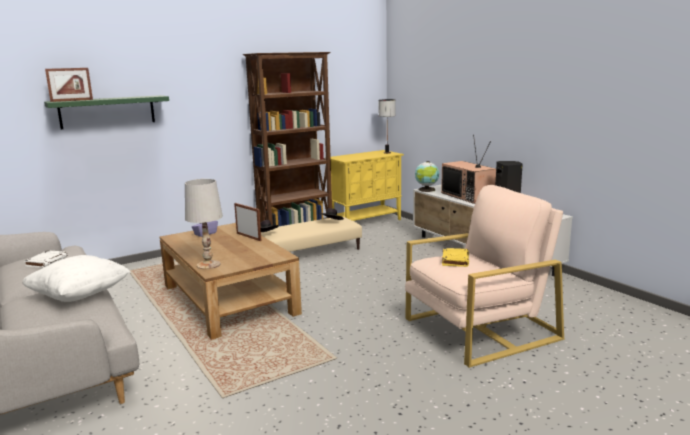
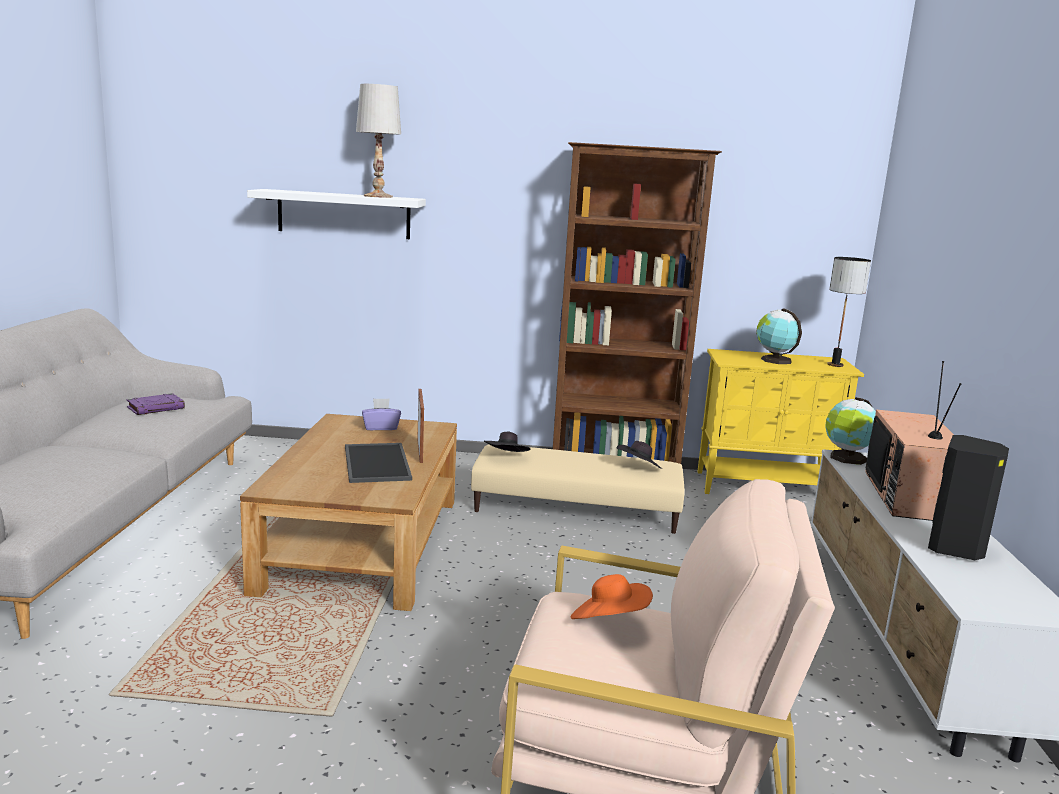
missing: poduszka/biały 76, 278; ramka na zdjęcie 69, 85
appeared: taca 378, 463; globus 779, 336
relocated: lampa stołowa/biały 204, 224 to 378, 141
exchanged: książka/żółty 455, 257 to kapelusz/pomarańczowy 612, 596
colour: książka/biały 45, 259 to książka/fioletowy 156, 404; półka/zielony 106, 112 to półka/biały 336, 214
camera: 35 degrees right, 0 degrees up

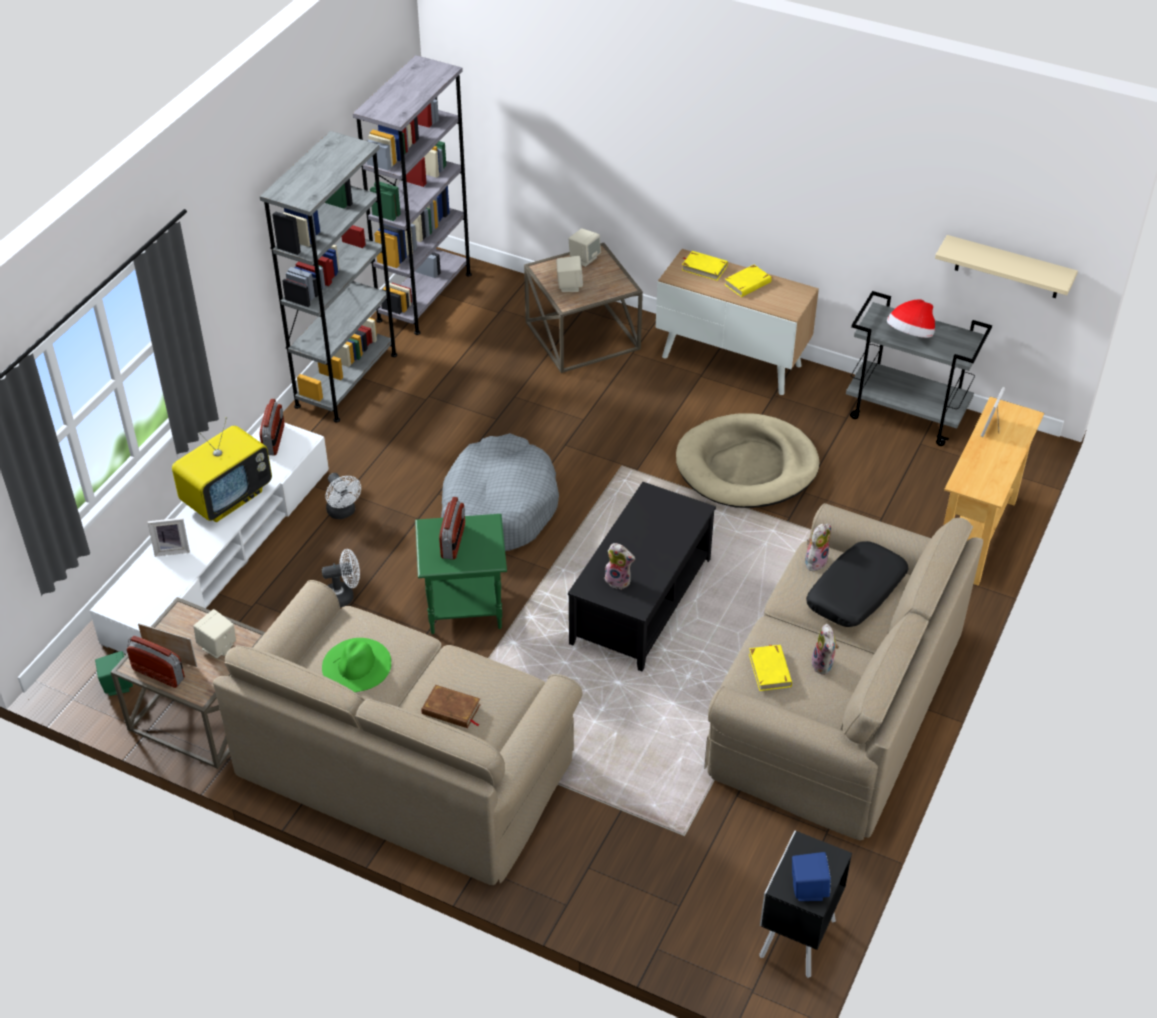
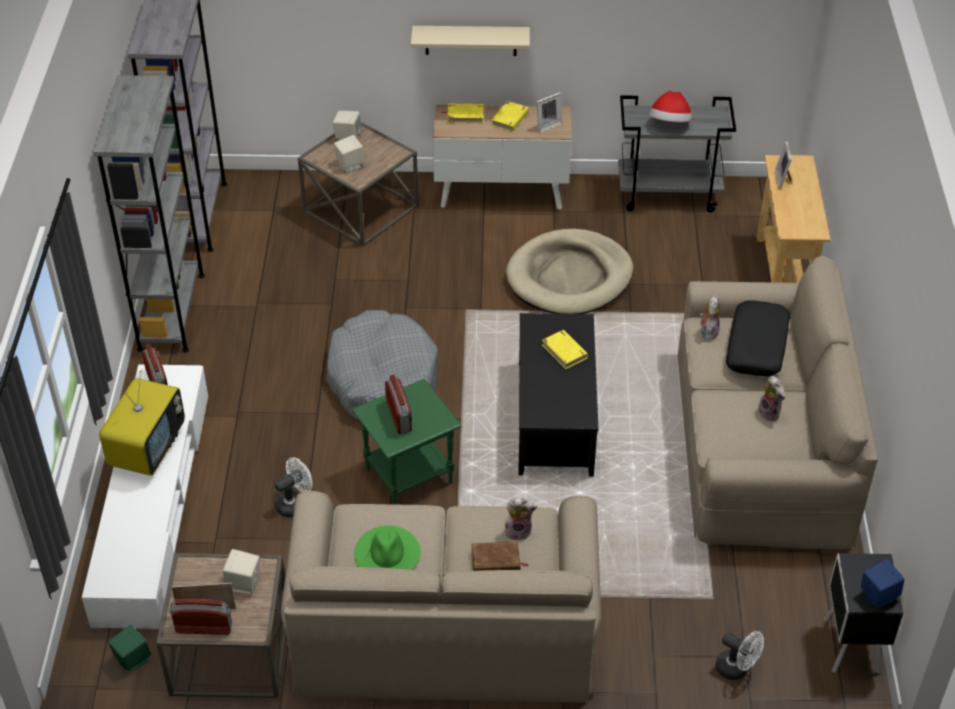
relocated: półka/beżowy 1006, 266 to 470, 41; pluszak 620, 566 to 520, 519; ramka na zdjęcie 169, 537 to 549, 112; książka/żółty 770, 668 to 565, 349; wentylator/biały 343, 496 to 739, 655
camera: 25 degrees left, 0 degrees up

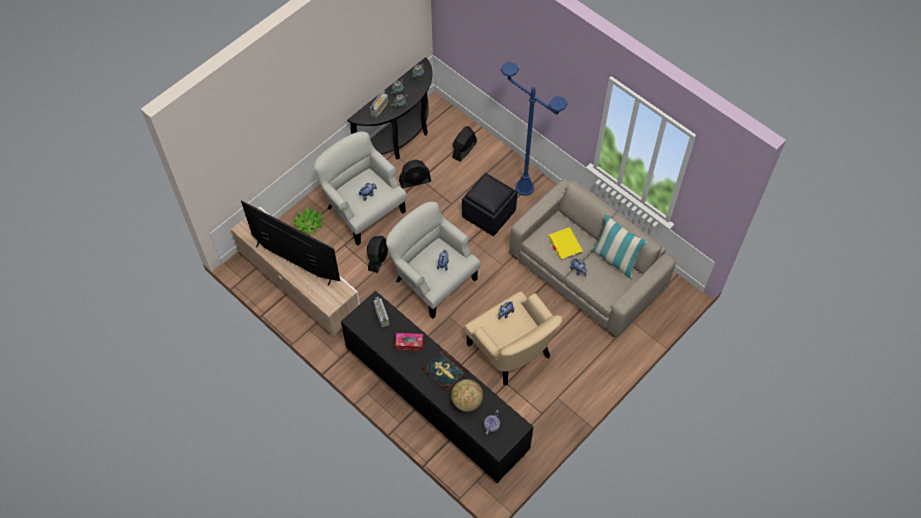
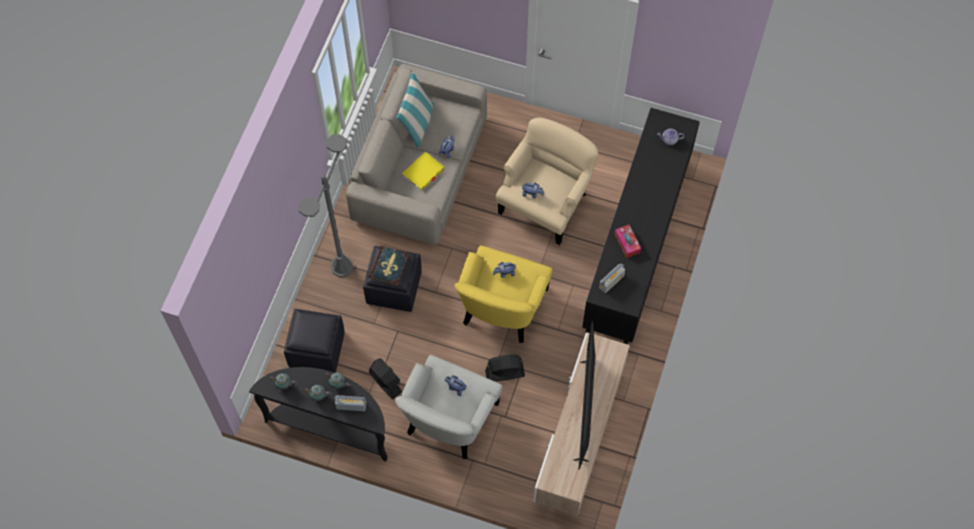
missing: roślina doniczkowa 308, 220; globus 467, 395
relocated: książka 445, 370 to 389, 266
exchanged: wentylator/czarny 464, 144 to pufa/czarny 314, 341
colour: lampa stojąca/niebieski 534, 128 to lampa stojąca/szary 326, 205; fotel/biały 433, 260 to fotel/żółty 503, 294
camera: 115 degrees left, 5 degrees up

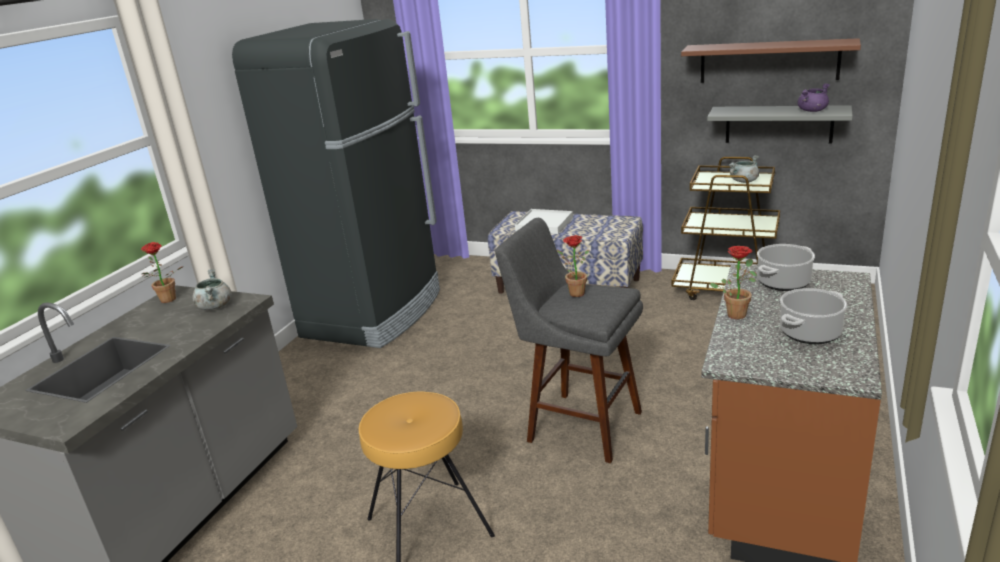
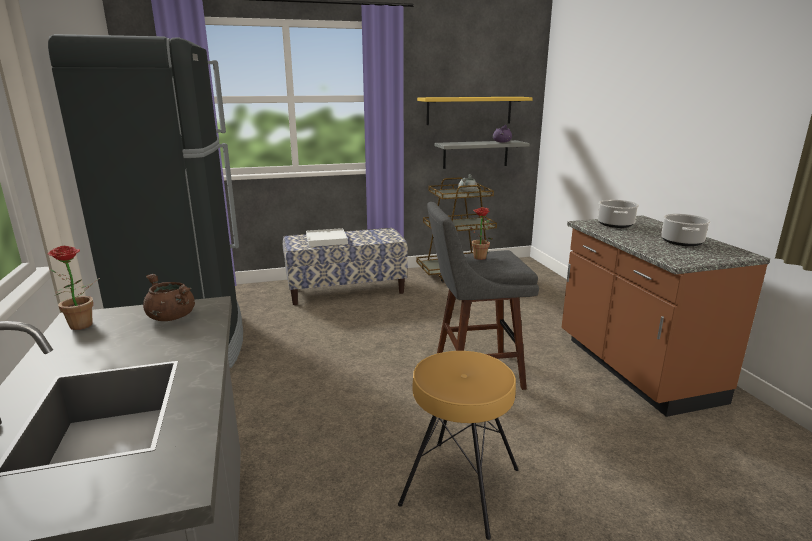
missing: roślina doniczkowa 733, 282
colour: garnek/szary 212, 289 to garnek/brązowy 169, 297; półka/brązowy 771, 60 to półka/żółty 475, 111
camera: 40 degrees left, 5 degrees down

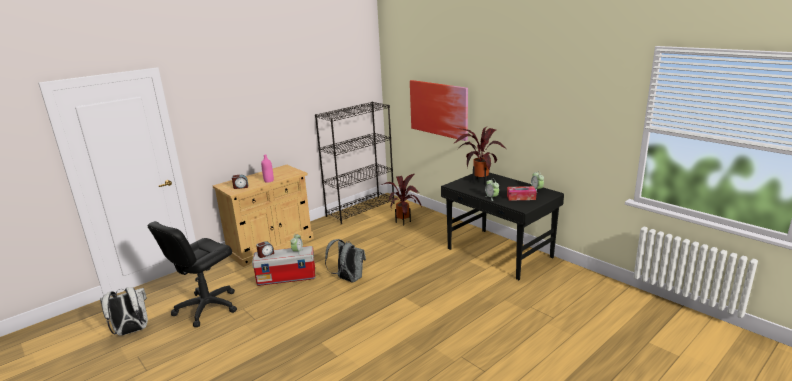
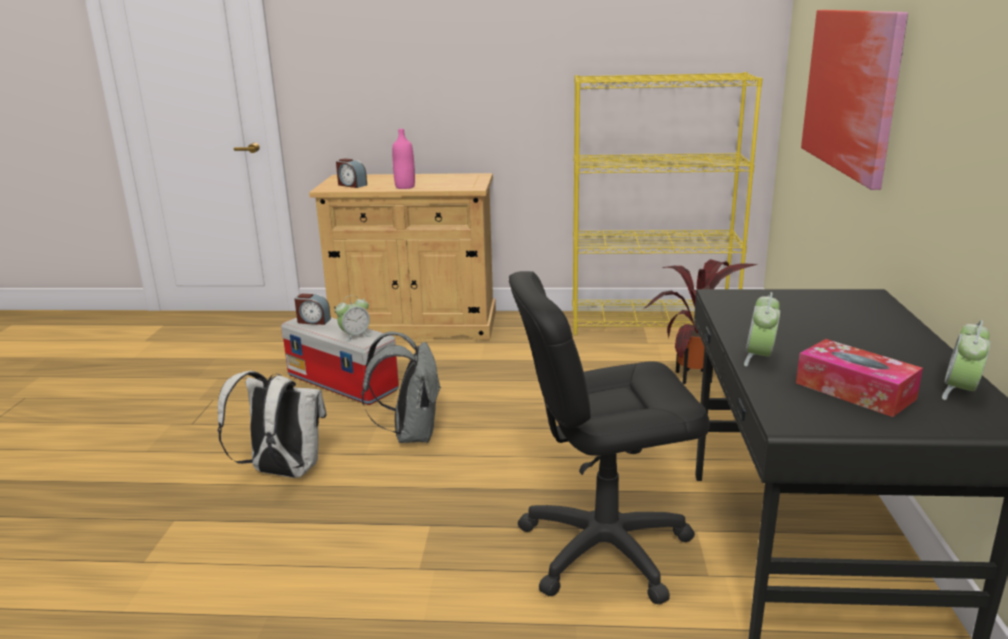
missing: roślina doniczkowa 480, 156
relocated: plecak/biały 124, 311 to 272, 424; krzesło biurowe/czarny 192, 274 to 609, 438
colour: regał/czarny 354, 163 to regał/żółty 667, 203
camera: 45 degrees right, 0 degrees up

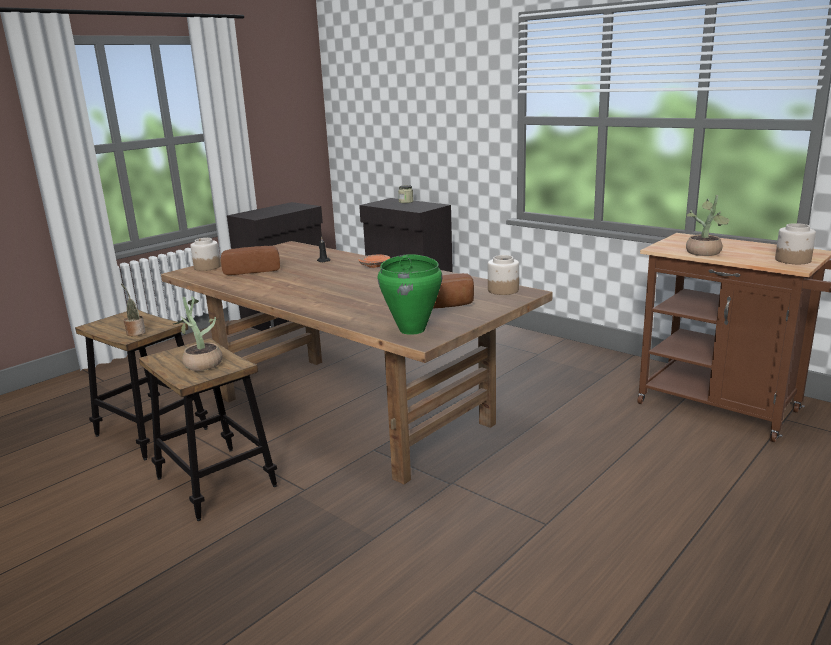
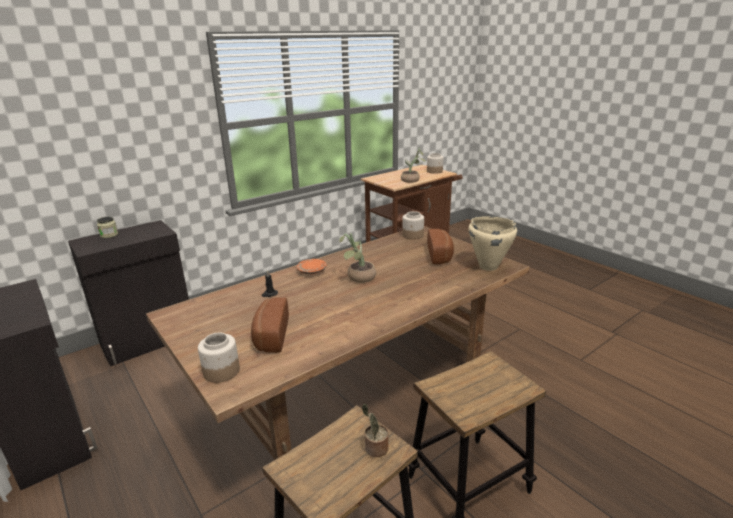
relocated: roślina doniczkowa 198, 333 to 357, 258
colour: garnek/zielony 410, 294 to garnek/beżowy 492, 243
camera: 80 degrees left, 5 degrees up

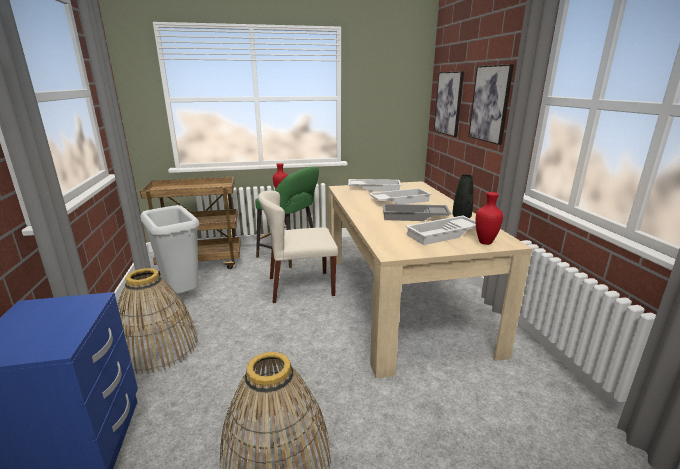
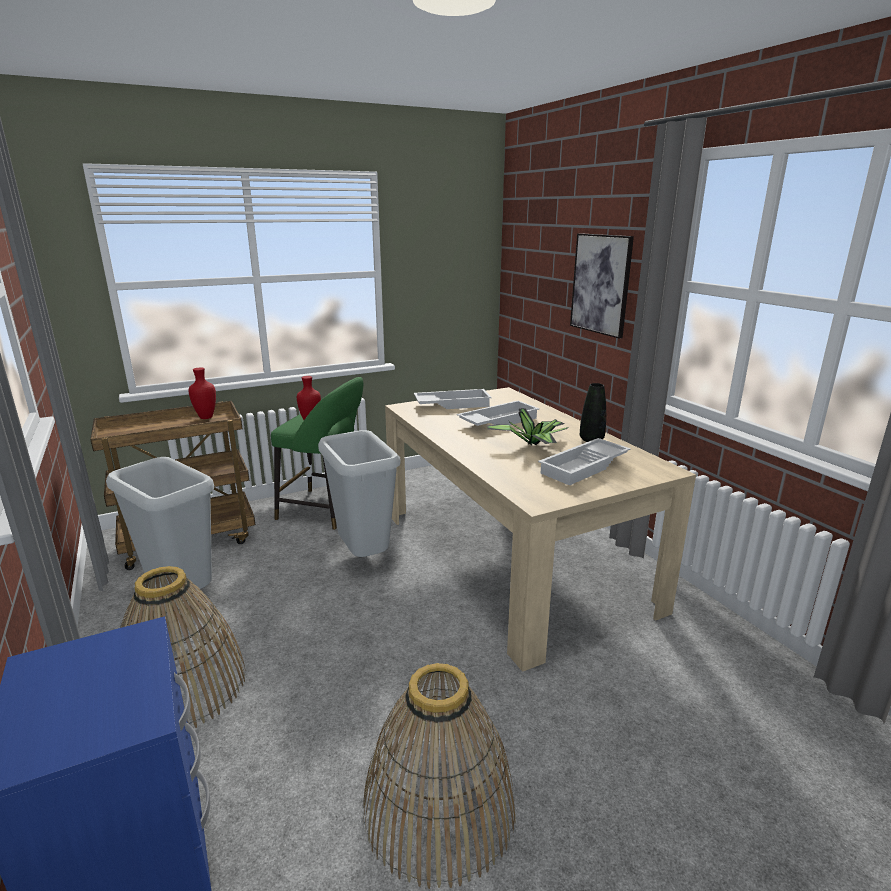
missing: obraz 449, 104
relocated: wazon/czerwony 489, 218 to 202, 393
exchanged: krzesło/beżowy 298, 246 to kosz na śmieci/szary 359, 493; taca/szary 417, 212 to roślina doniczkowa 527, 426
camera: 15 degrees left, 0 degrees up

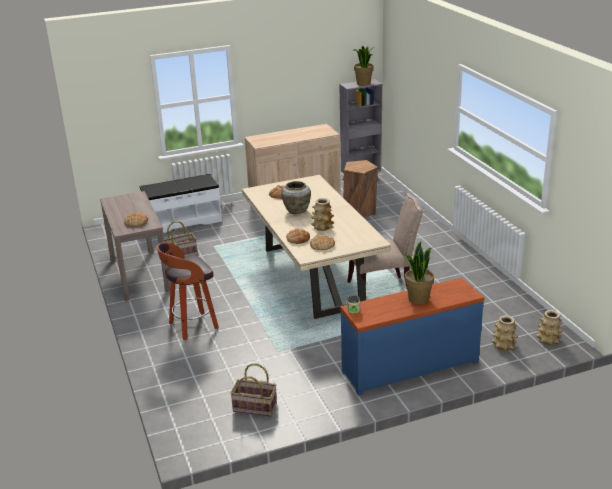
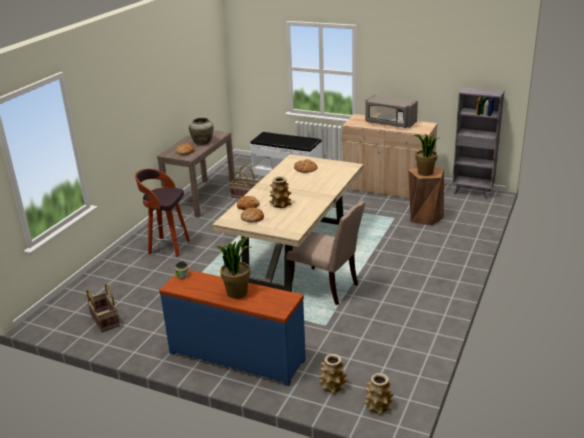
appeared: mikrofalówka/szary 391, 111
relocated: wazon/beżowy 296, 197 to 201, 131; roślina doniczkowa 363, 66 to 425, 154
camera: 45 degrees right, 0 degrees up

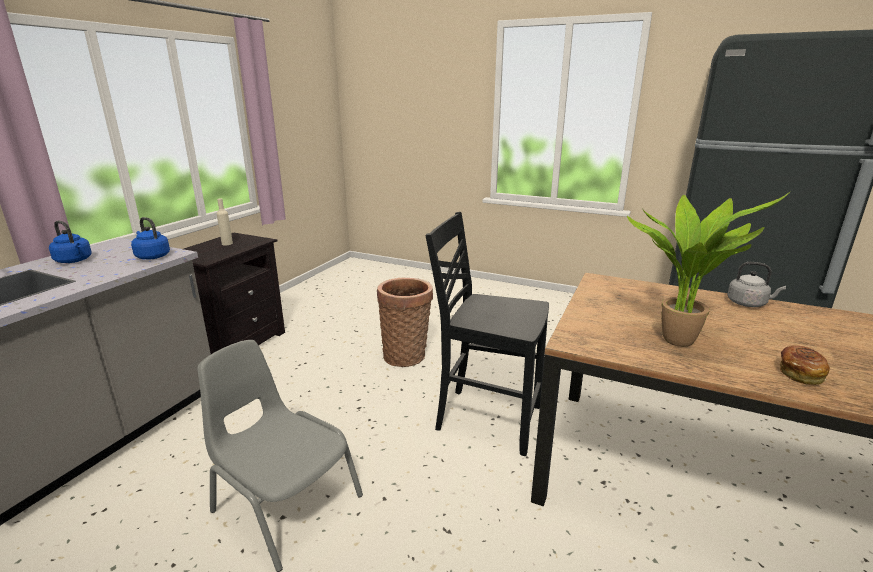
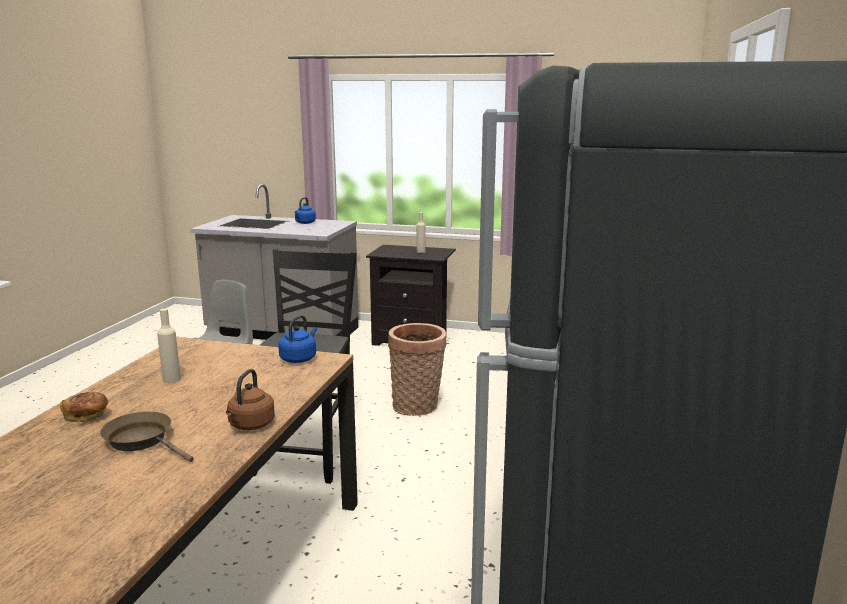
appeared: patelnia/brązowy 147, 437
relocated: czajnik/niebieski 150, 238 to 297, 339
exchanged: roślina doniczkowa 709, 269 to butelka/beżowy 169, 346
colour: czajnik/szary 756, 284 to czajnik/brązowy 250, 399
camera: 80 degrees right, 5 degrees down

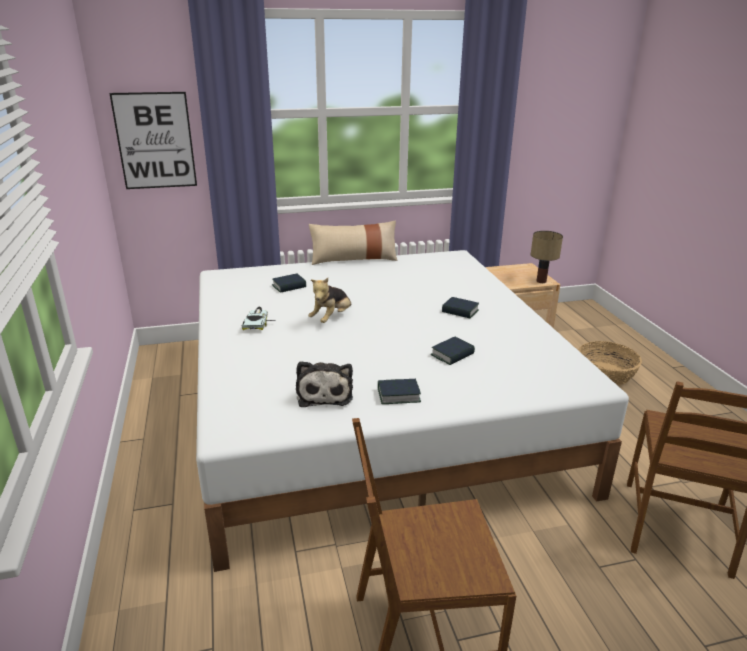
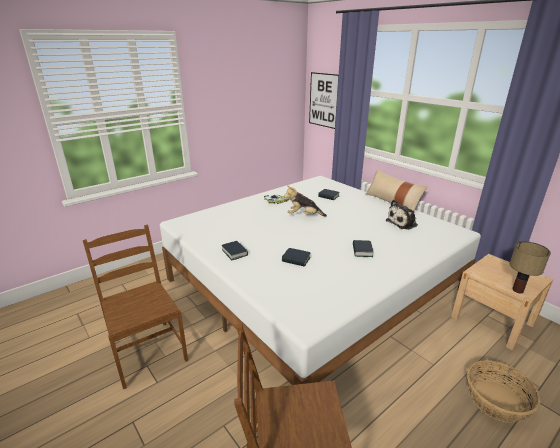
relocated: pluszak 324, 384 to 401, 215
camera: 65 degrees right, 0 degrees up

